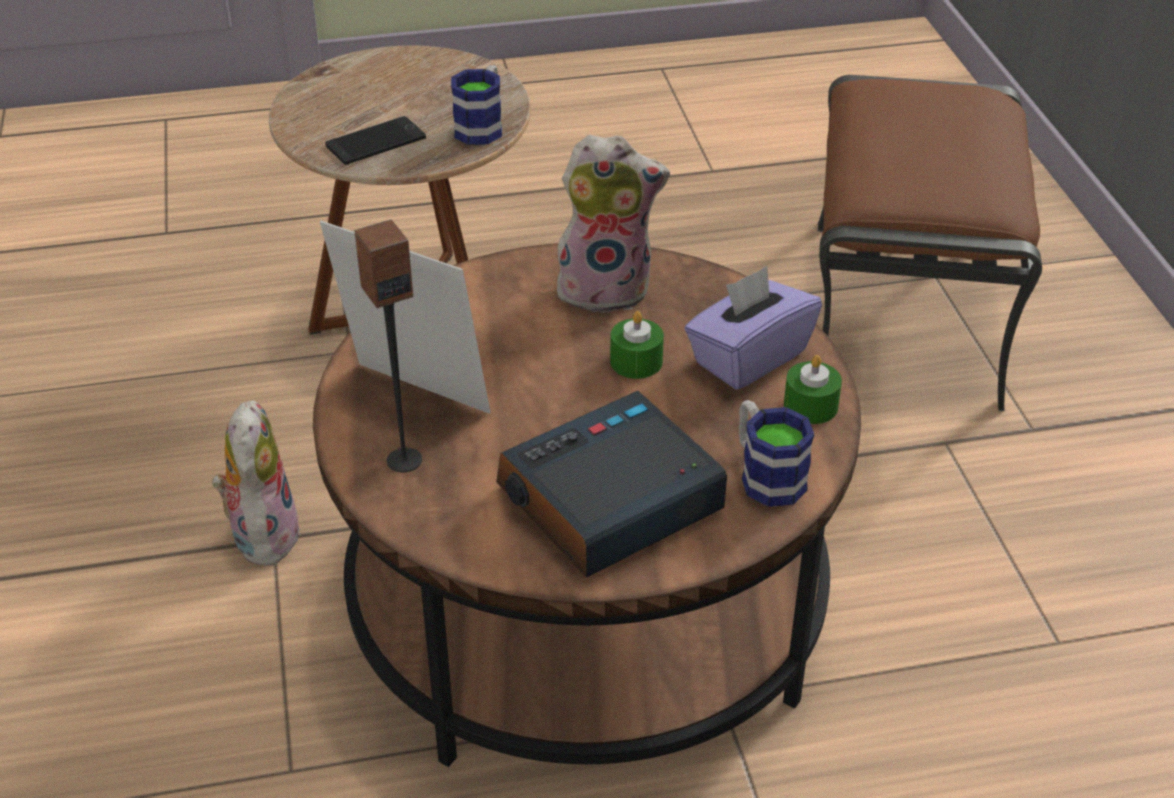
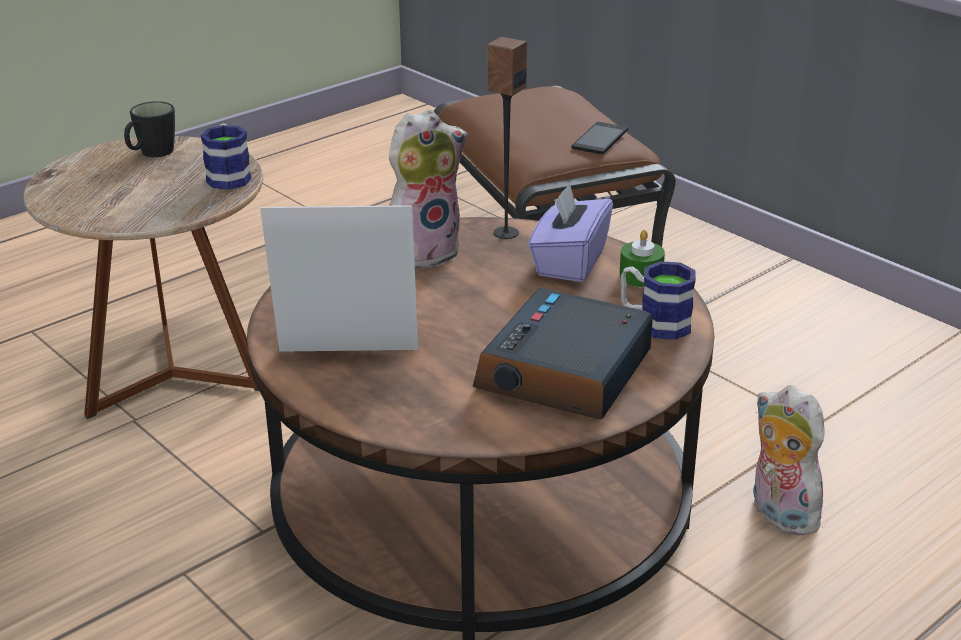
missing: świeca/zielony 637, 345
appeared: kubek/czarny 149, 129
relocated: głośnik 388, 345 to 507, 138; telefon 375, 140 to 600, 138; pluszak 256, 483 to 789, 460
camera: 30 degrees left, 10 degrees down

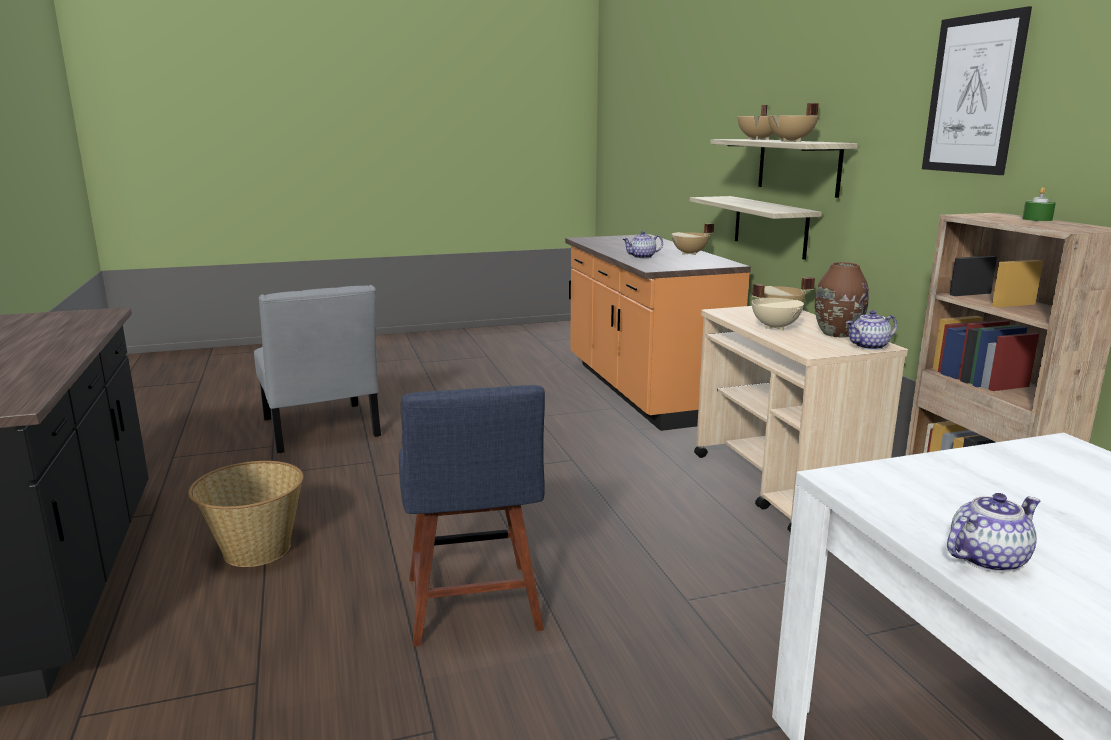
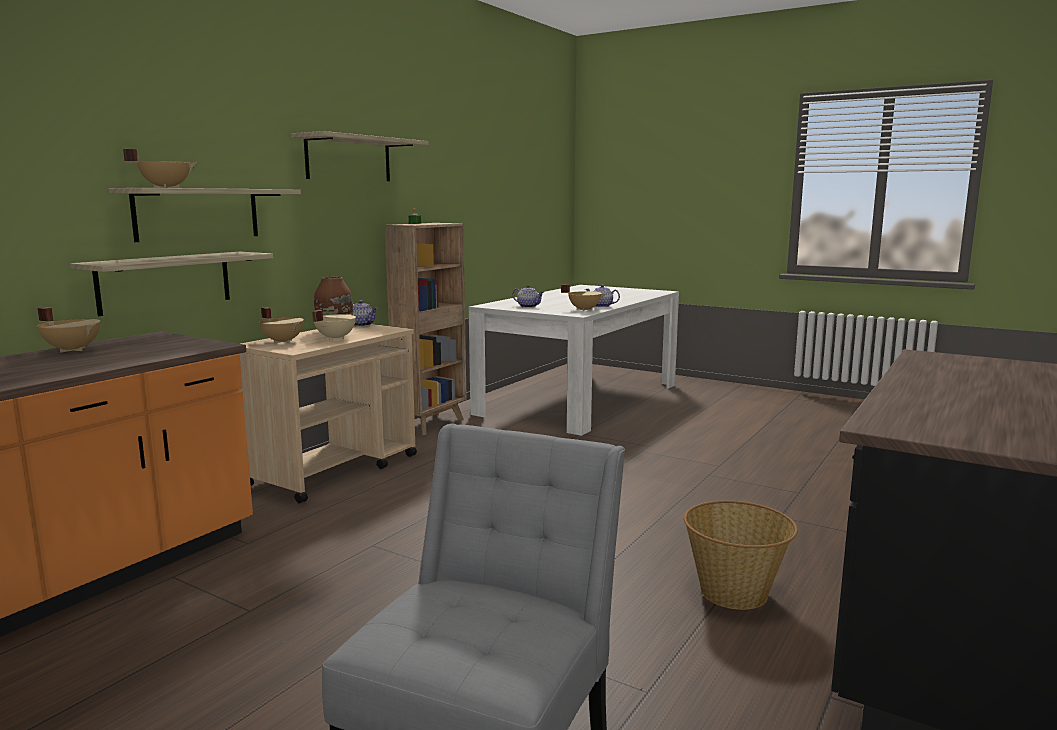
missing: krzesło/niebieski 472, 516
relocated: imbryk 643, 245 to 528, 296; garnek/beżowy 793, 122 to 583, 297
exchanged: obraz 977, 90 to półka 360, 156
camera: 130 degrees left, 5 degrees down

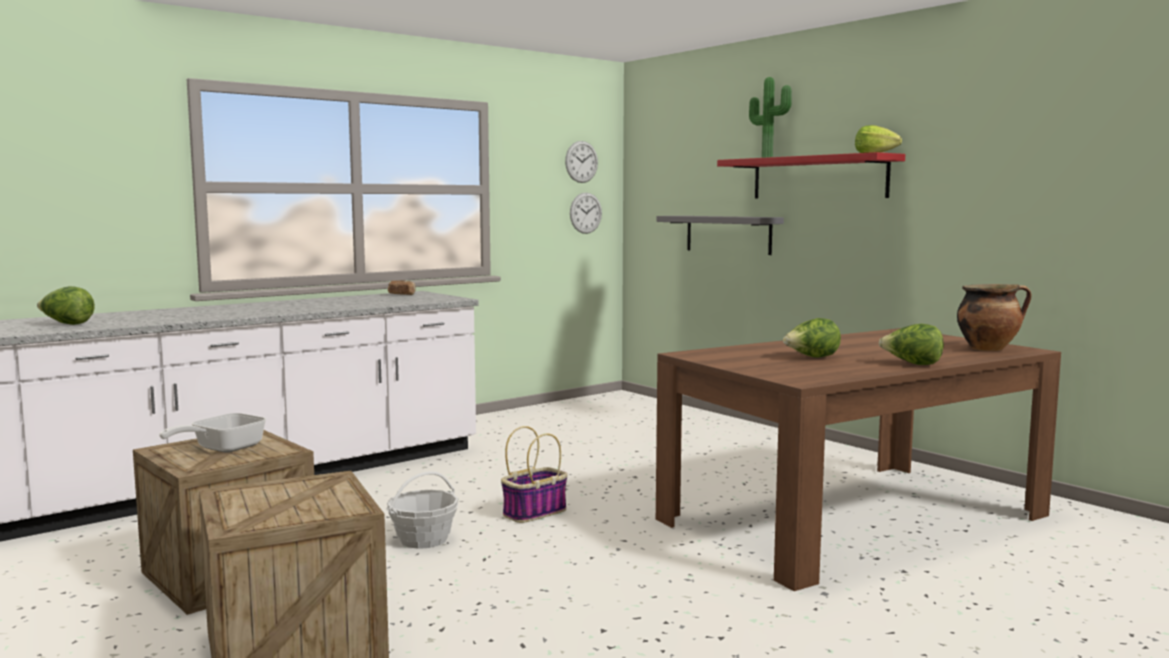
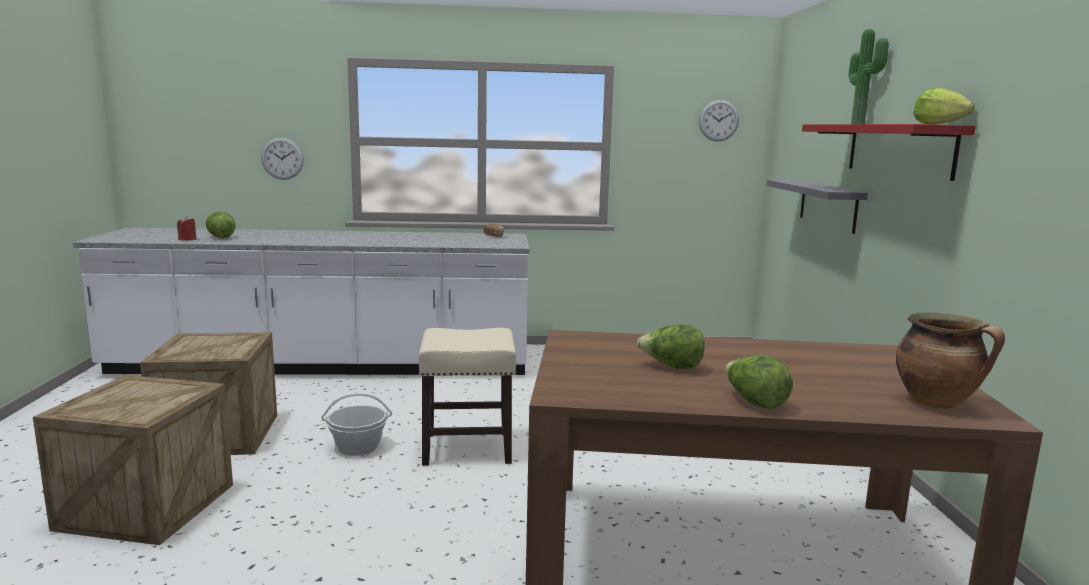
missing: patelnia 213, 433
appeared: świeca/czerwony 186, 228
relocated: zegar ścienny 586, 213 to 282, 159
exchanged: koszyk 534, 474 to stołek/beżowy 467, 397
camera: 35 degrees right, 5 degrees up

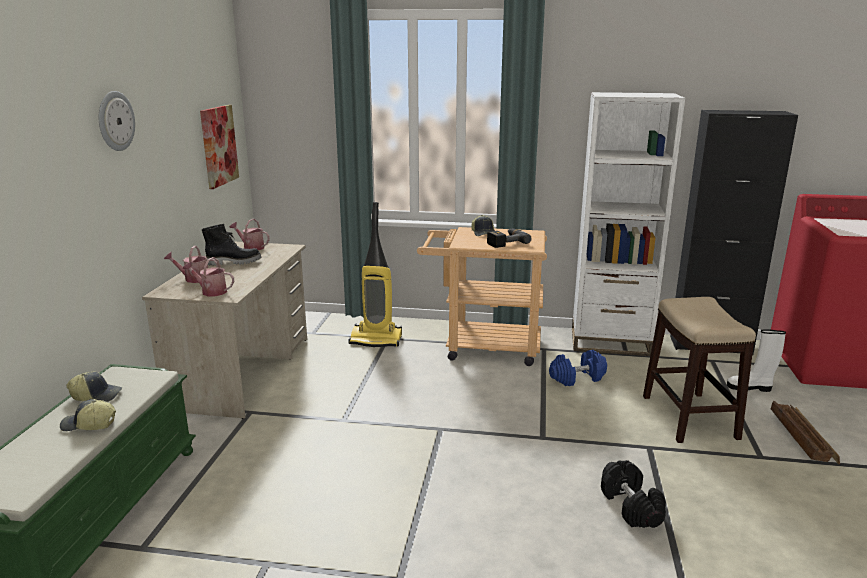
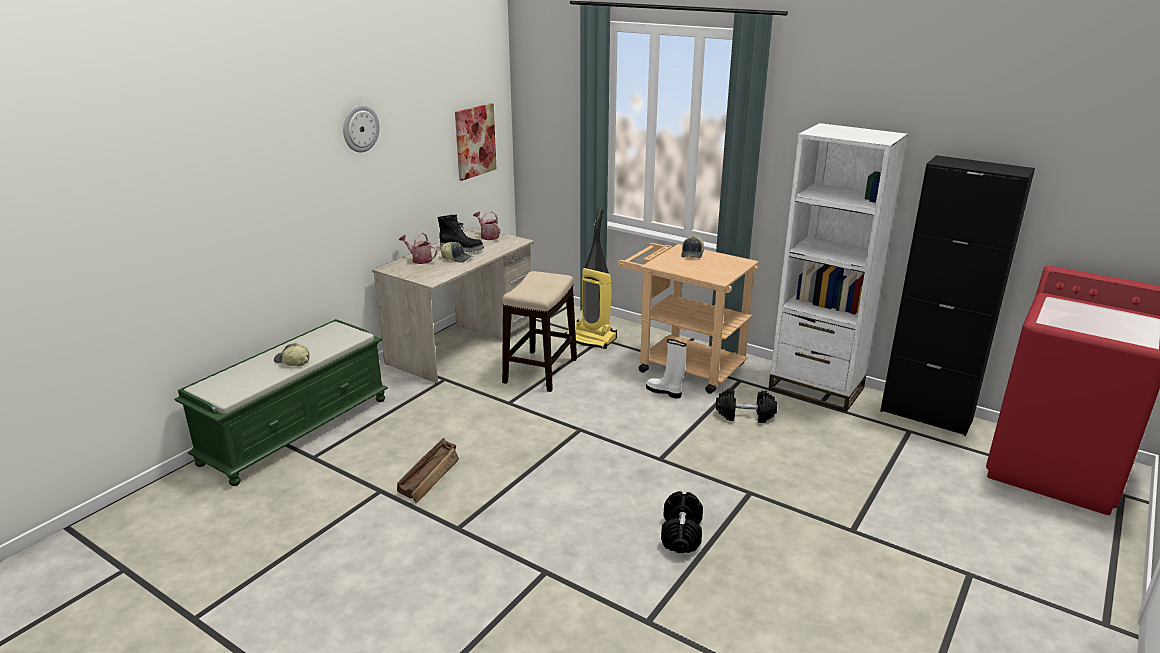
missing: konewka 208, 276; wiertarka 509, 238
relocated: skrzynka 805, 433 to 428, 470; czapka z daszkiem 94, 387 to 456, 252; stołek 699, 370 to 539, 331; but z cholewką/biały 756, 360 to 666, 369
colour: hantel/niebieski 578, 368 to hantel/czarny 746, 405
camera: 25 degrees right, 5 degrees up

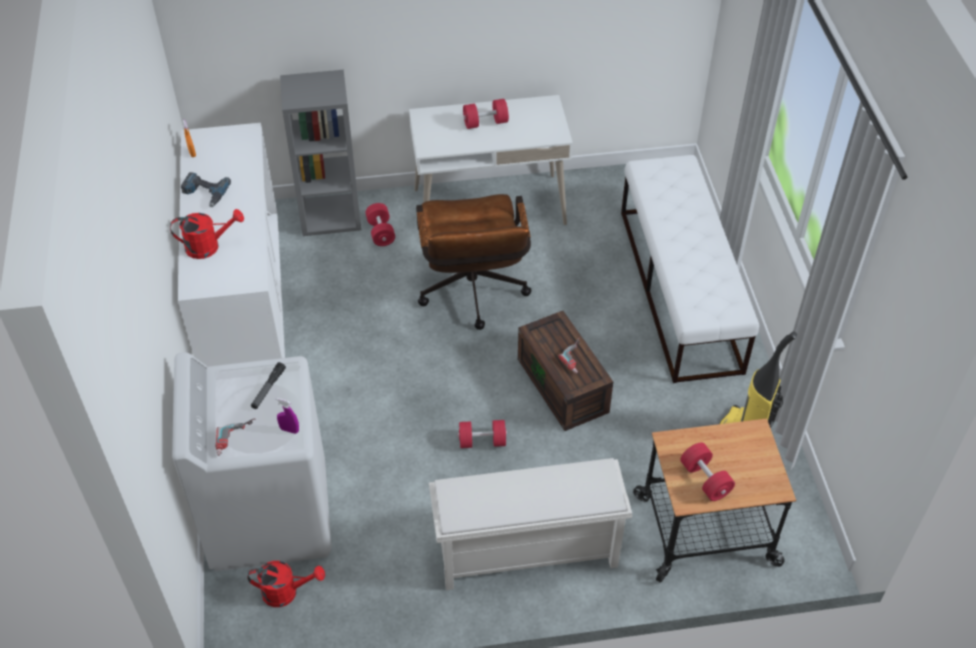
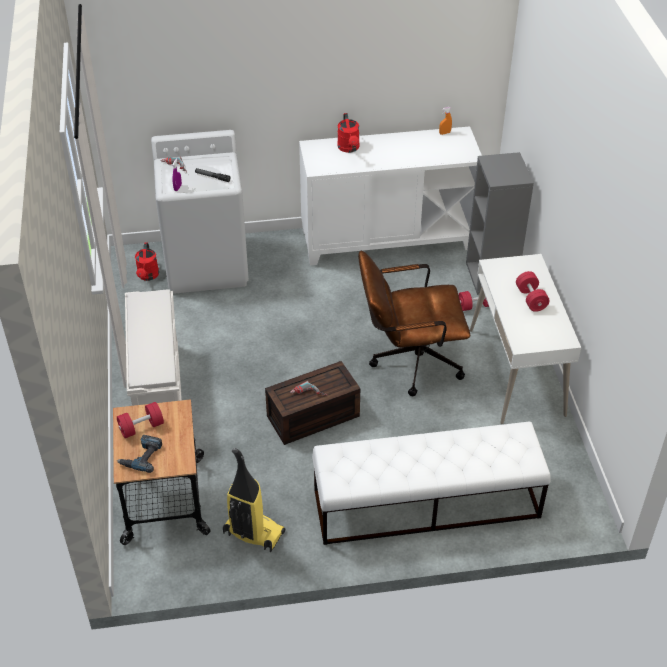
missing: hantel/czerwony 482, 434
relocated: wiertarka 206, 190 to 139, 454
camera: 90 degrees right, 5 degrees down

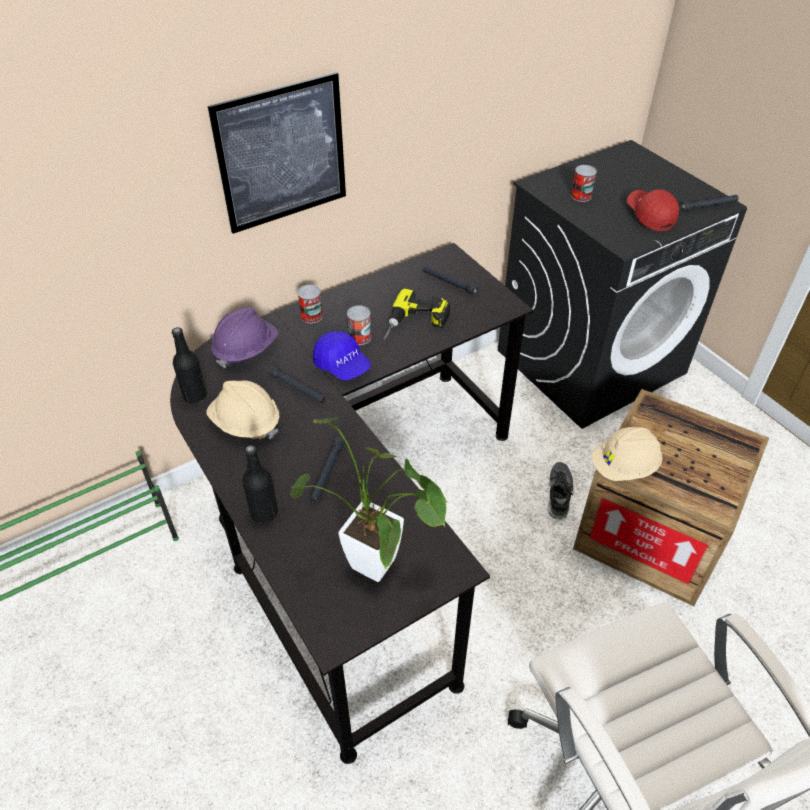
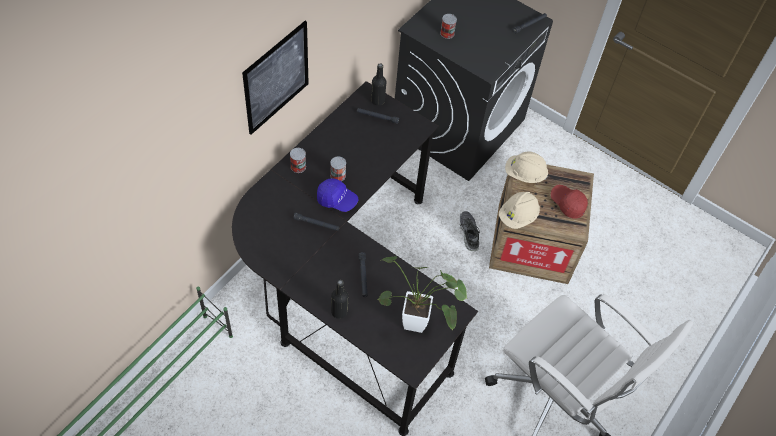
missing: kask/fioletowy 244, 338; wiertarka 416, 314
relocated: butelka/czarny 189, 365 to 378, 84; kask/beżowy 242, 409 to 526, 167; czapka z daszkiem/czerwony 653, 210 to 569, 202
camera: 25 degrees left, 10 degrees up

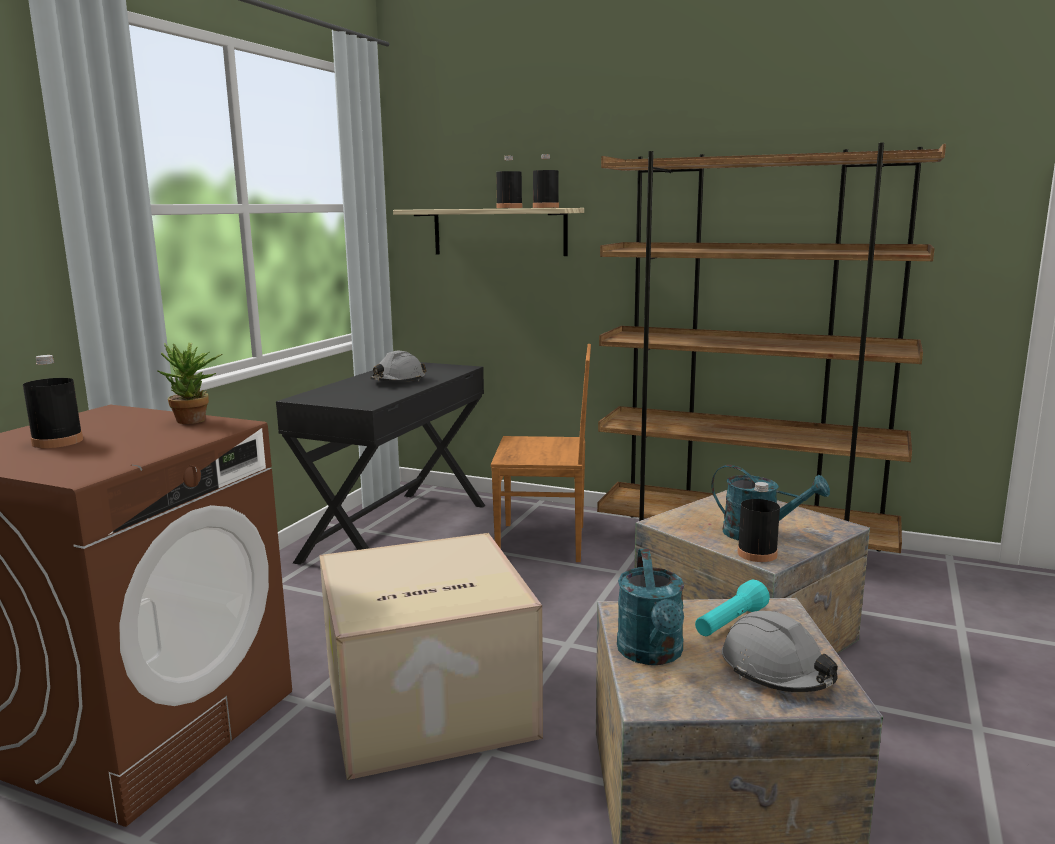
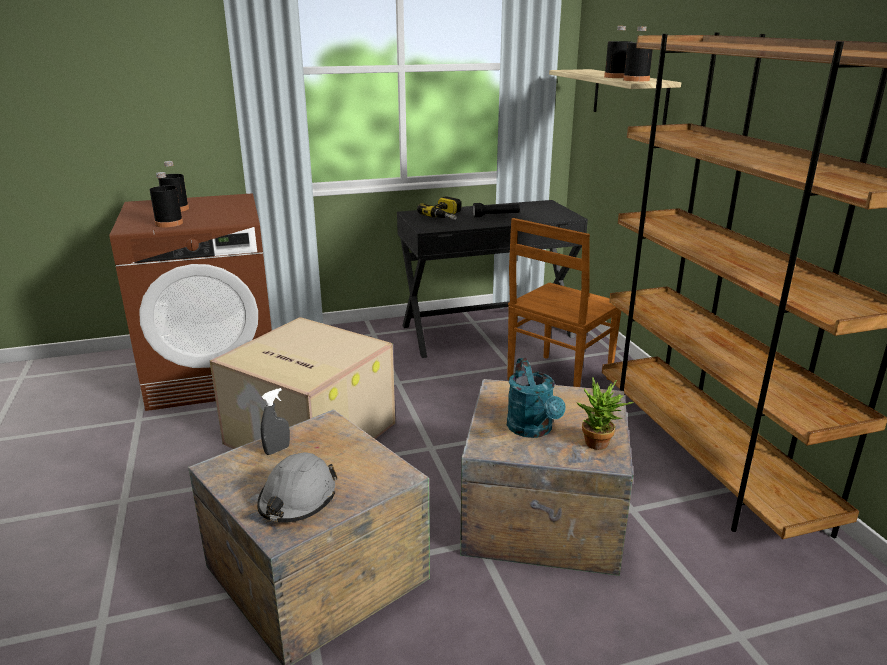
missing: latarka/turkusowy 732, 608
appeared: wiertarka 439, 208
relocated: butelka/czarny 758, 522 to 166, 199; roślina doniczkowa 189, 383 to 605, 413
exchanged: konewka/turkusowy 650, 607 to spryskiwacz/szary 275, 421; kask/szary 398, 366 to latarka/czarny 496, 210
spun: krzesło/brązowy 541, 453 = 564, 302 75 degrees clockwise
camera: 50 degrees right, 10 degrees up

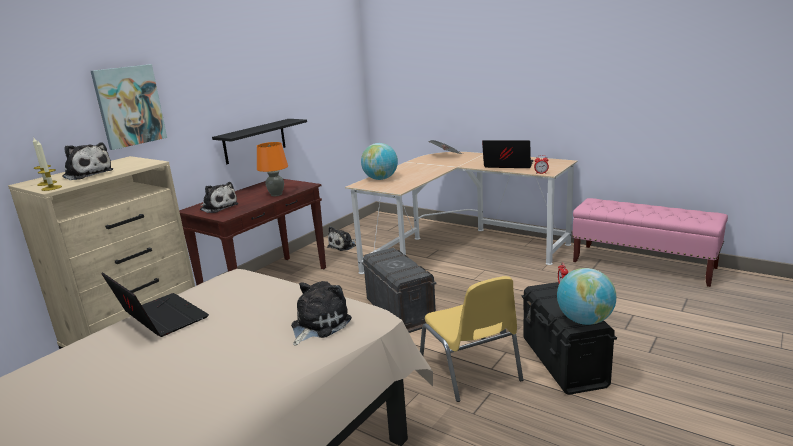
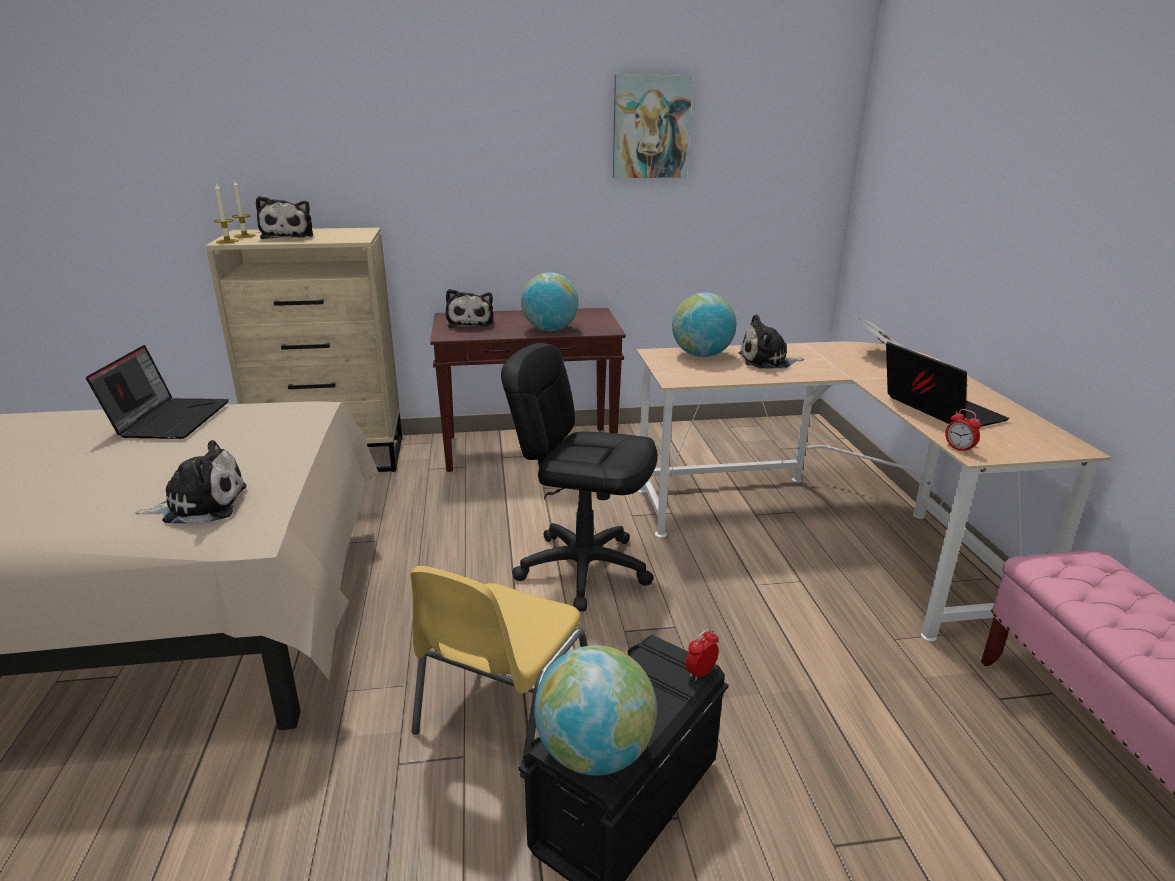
missing: półka/czarny 259, 141
relocated: obraz 129, 107 to 653, 126; pluszak 341, 238 to 771, 341
exchanged: pojemnik do przechowywania/szary 399, 290 to krzesło biurowe/czarny 579, 477; lampa stołowa/pomarańczowy 272, 169 to globus 550, 302
camera: 45 degrees right, 5 degrees up

